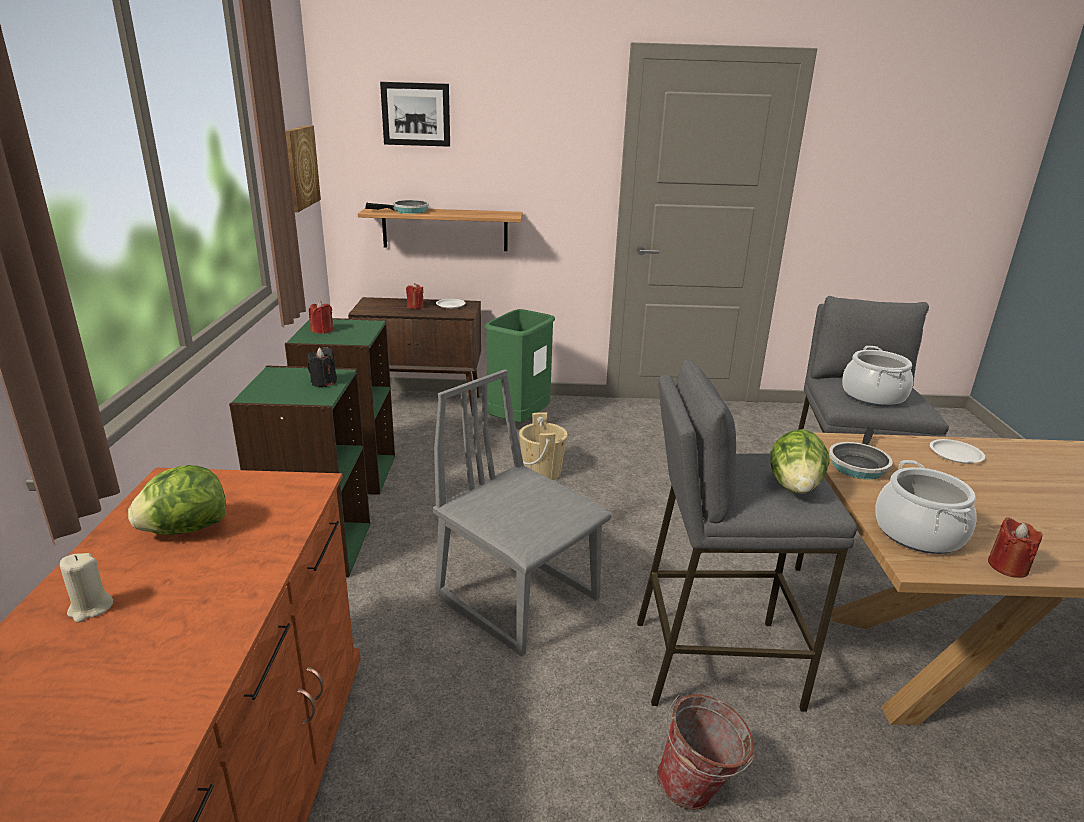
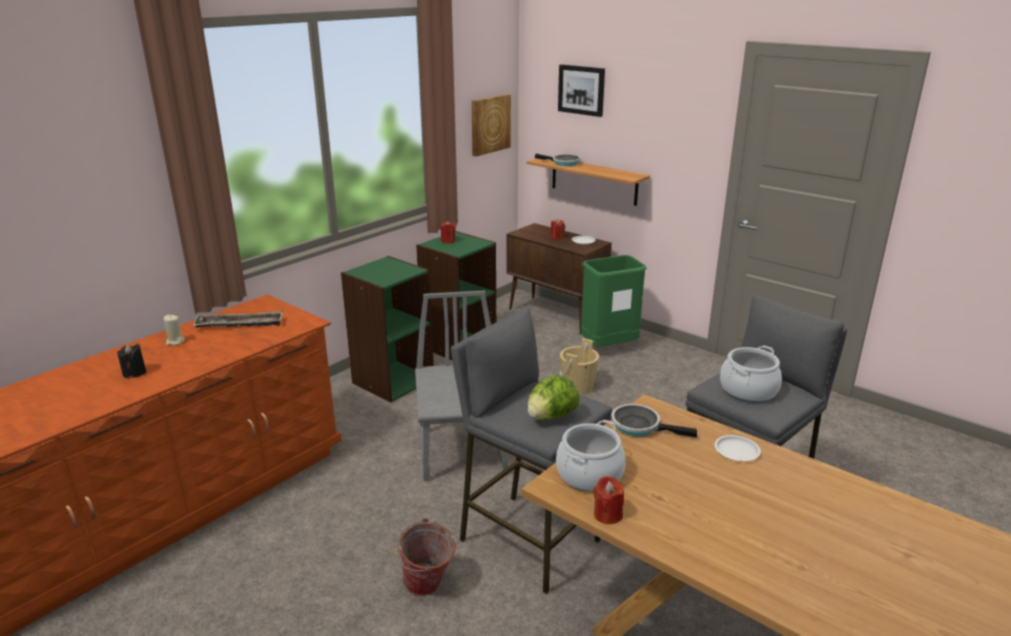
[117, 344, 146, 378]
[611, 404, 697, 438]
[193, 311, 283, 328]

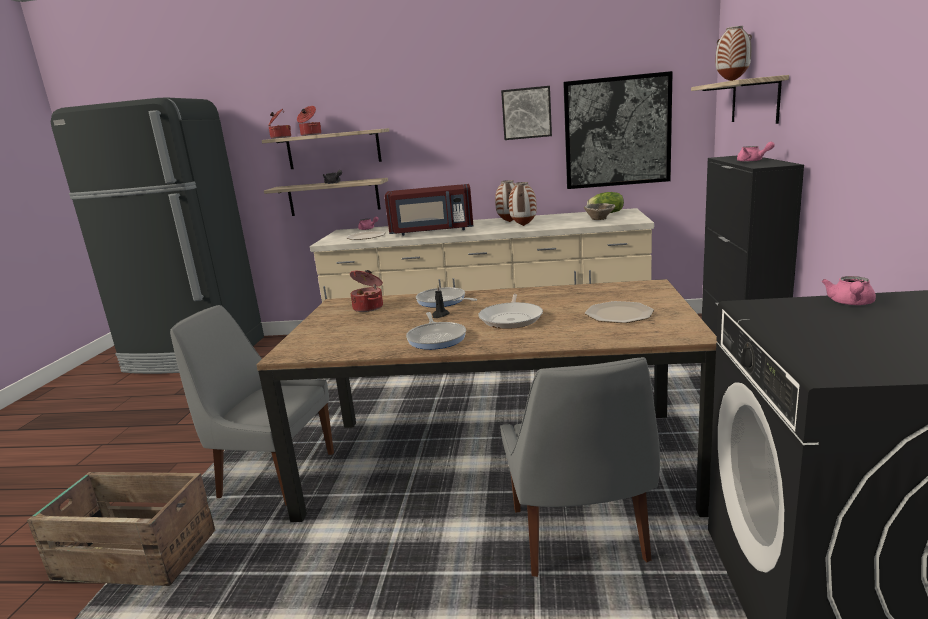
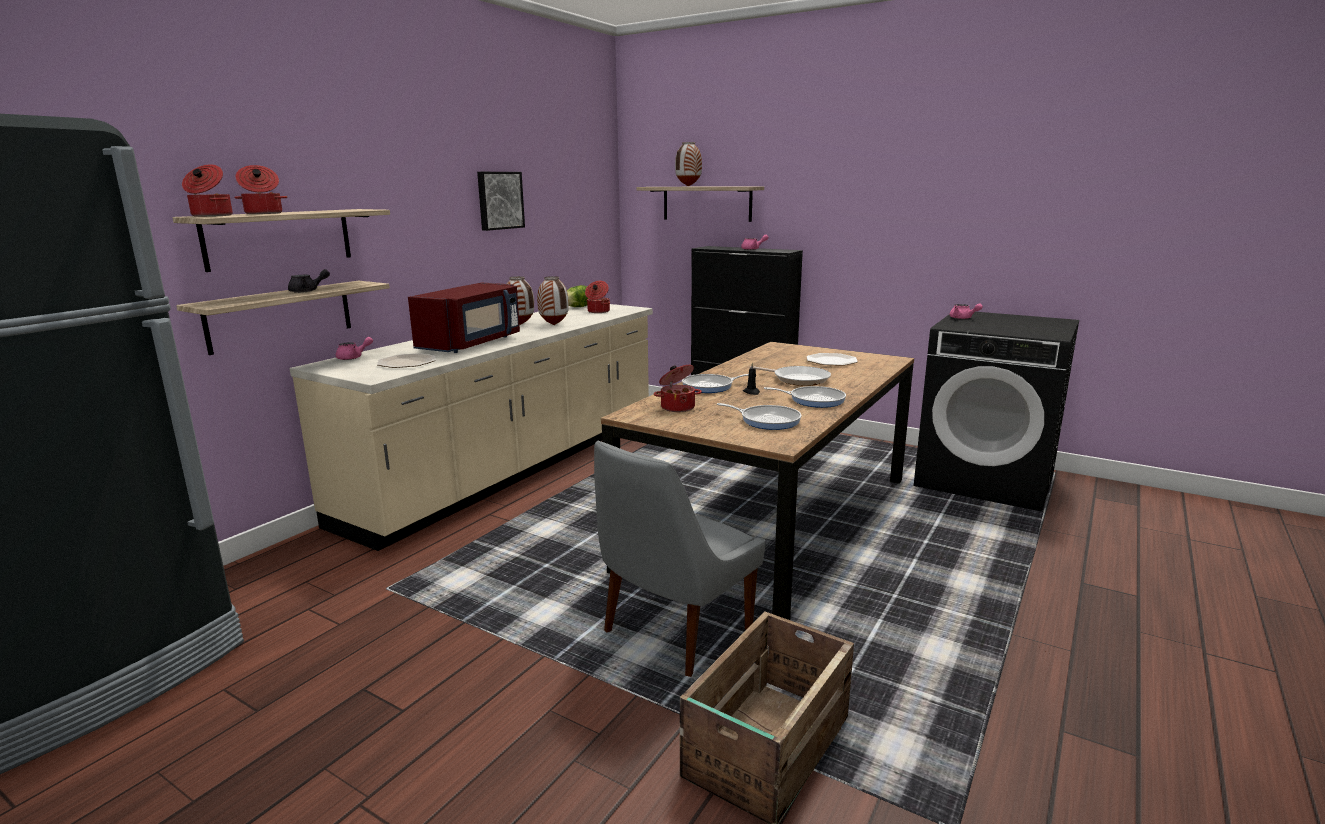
[563, 71, 673, 189] (first image)
[585, 281, 610, 313]
[500, 357, 660, 577] (first image)
[717, 403, 801, 430]

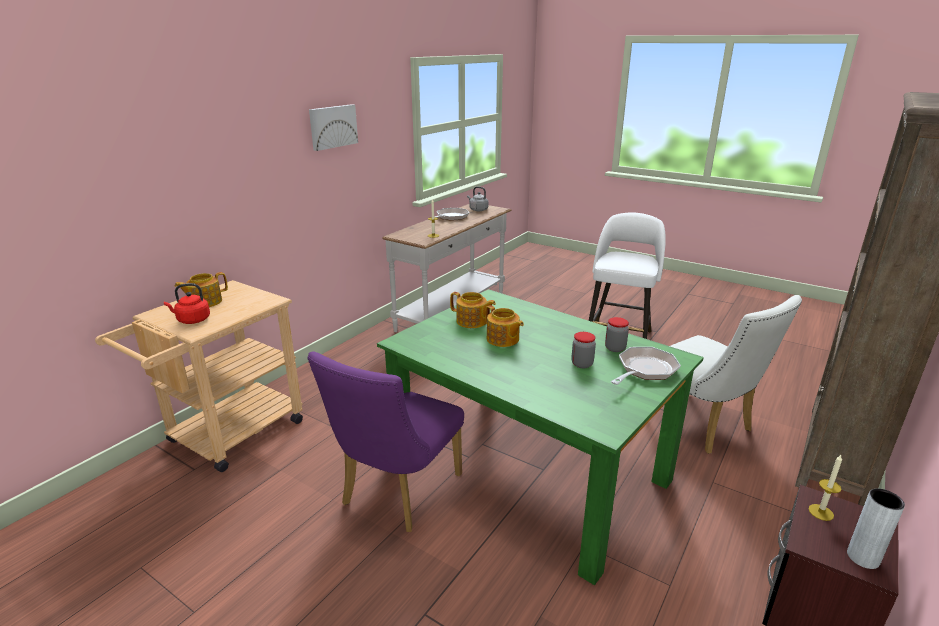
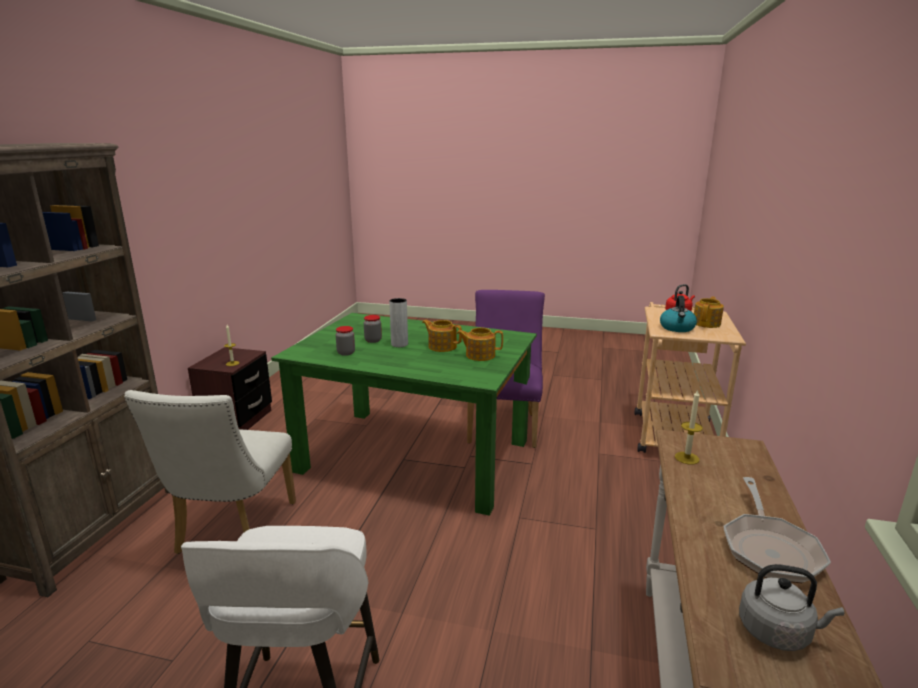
[309, 104, 358, 151] (first image)
[124, 390, 296, 554]
[611, 347, 681, 385] (first image)
[389, 298, 408, 347]
[660, 295, 697, 332]

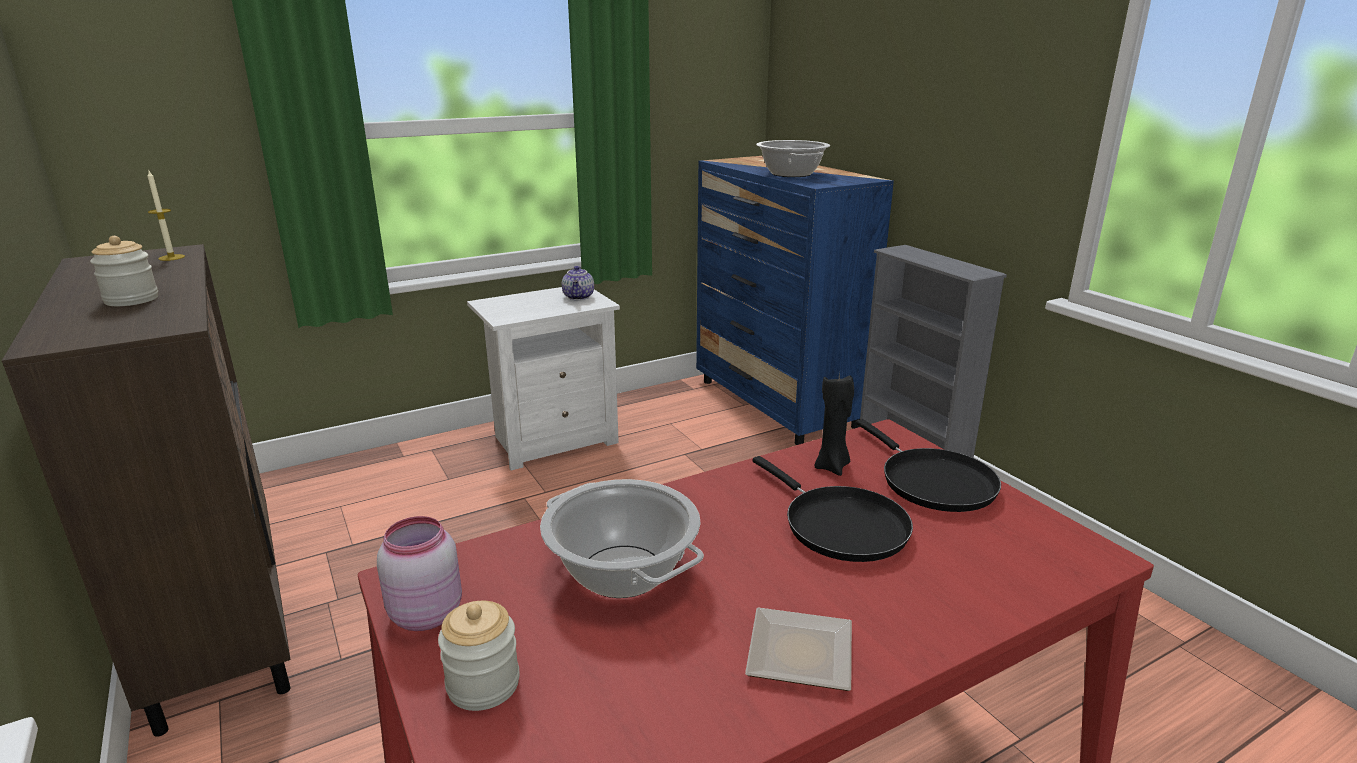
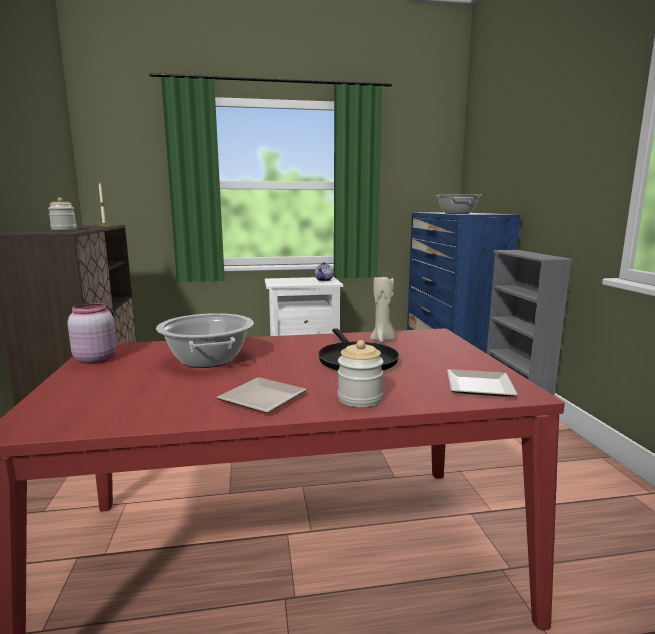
[370, 277, 396, 343]
[856, 419, 1001, 512] (first image)
[338, 340, 384, 407]
[447, 369, 518, 397]

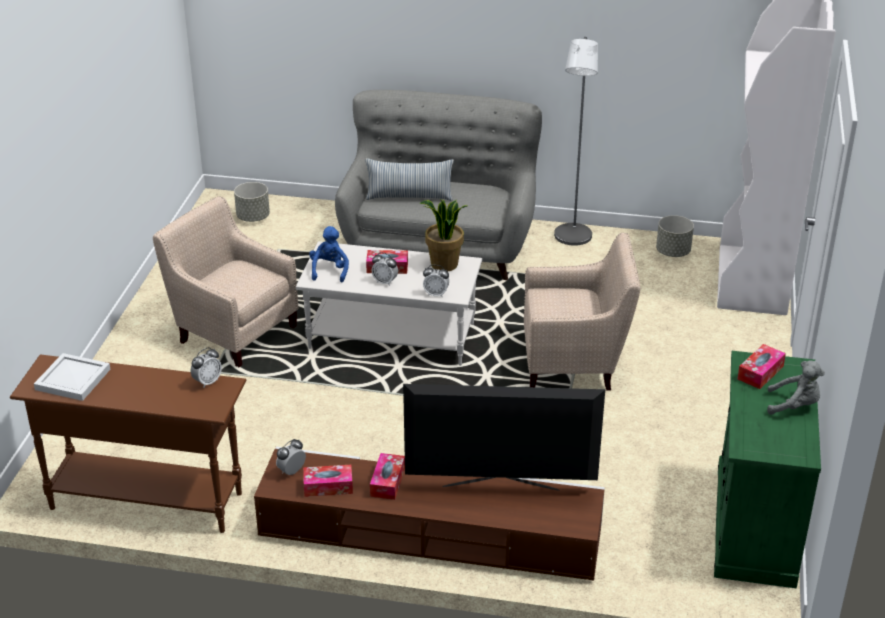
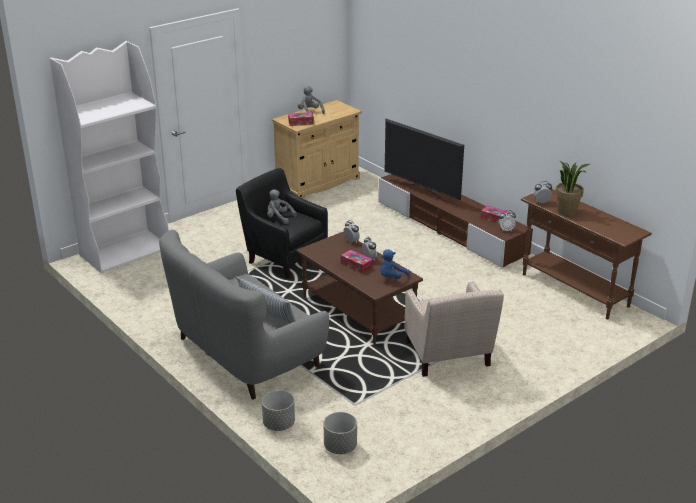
[554, 37, 598, 246] (first image)
[555, 161, 590, 216]
[262, 390, 295, 431]
[236, 168, 328, 278]
[296, 232, 423, 345]
[272, 100, 362, 198]
[34, 353, 111, 401] (first image)
[370, 453, 405, 500] (first image)
[267, 189, 296, 224]

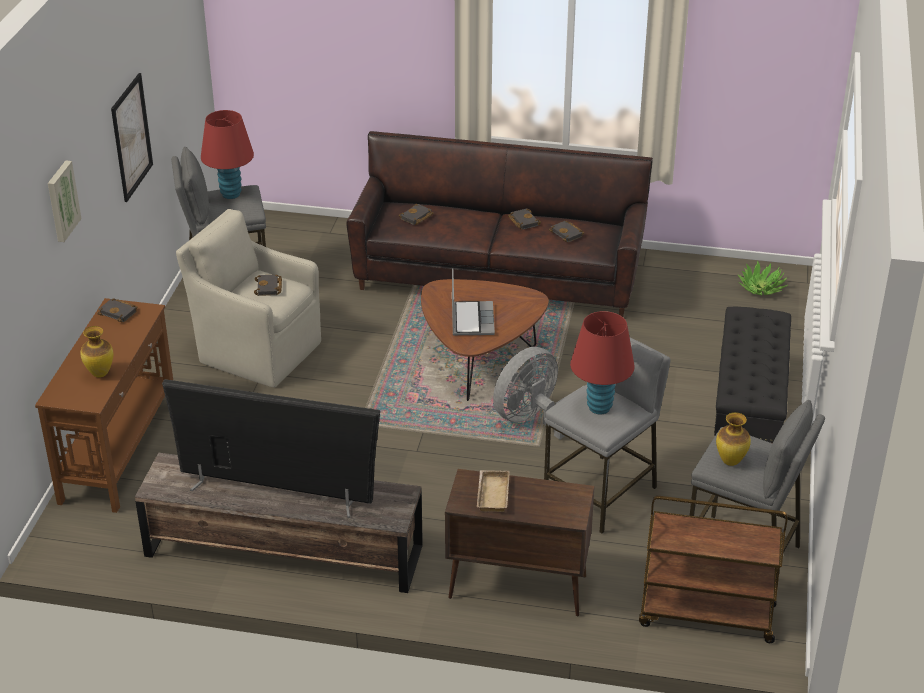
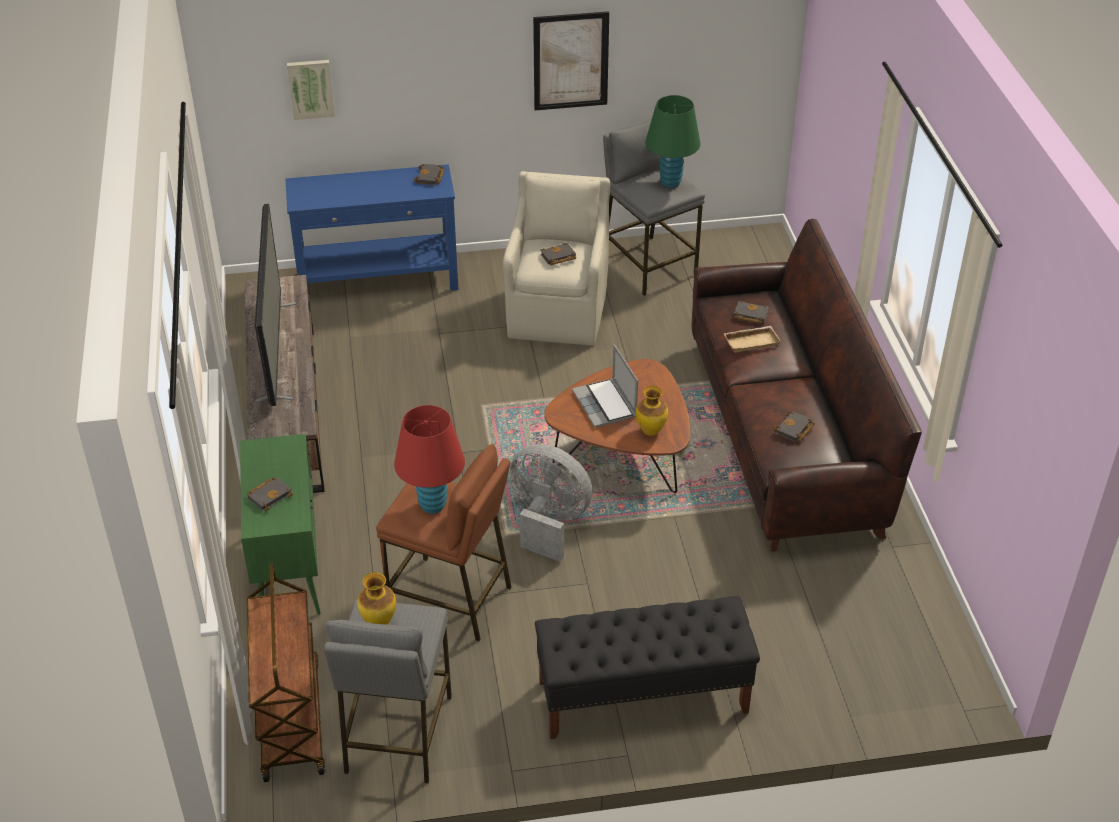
[645, 95, 700, 188]
[287, 60, 335, 120]
[247, 477, 293, 511]
[738, 260, 787, 295] (first image)
[572, 344, 638, 428]
[285, 164, 458, 291]
[636, 386, 668, 436]
[376, 444, 511, 641]
[240, 434, 321, 615]
[723, 326, 781, 353]

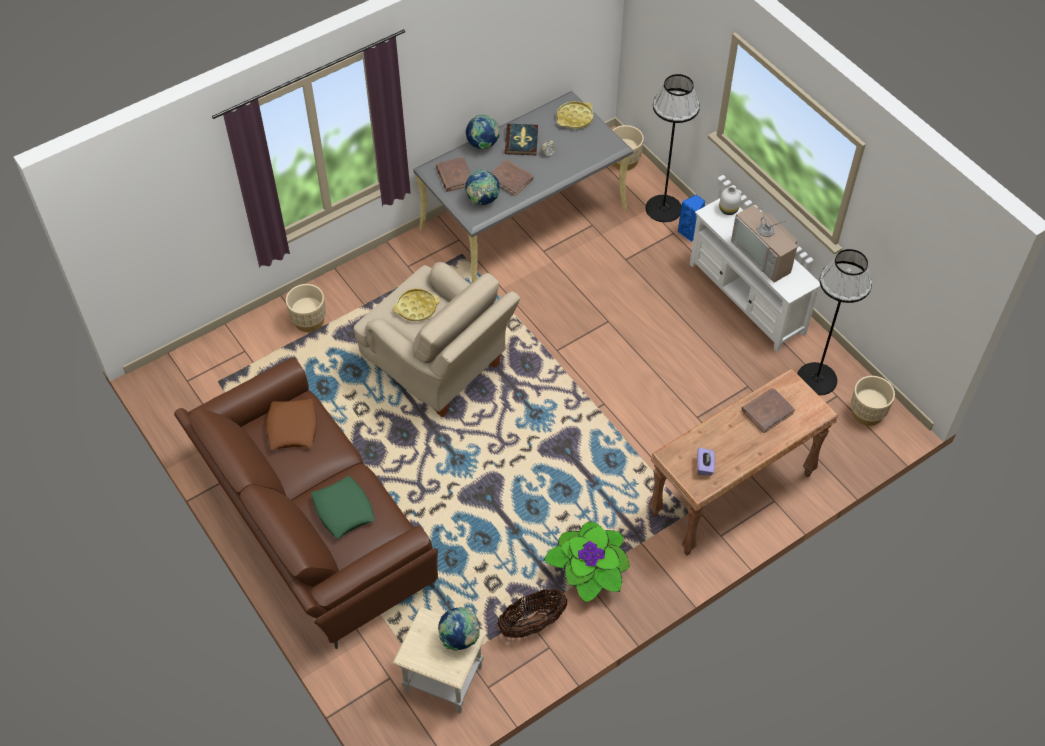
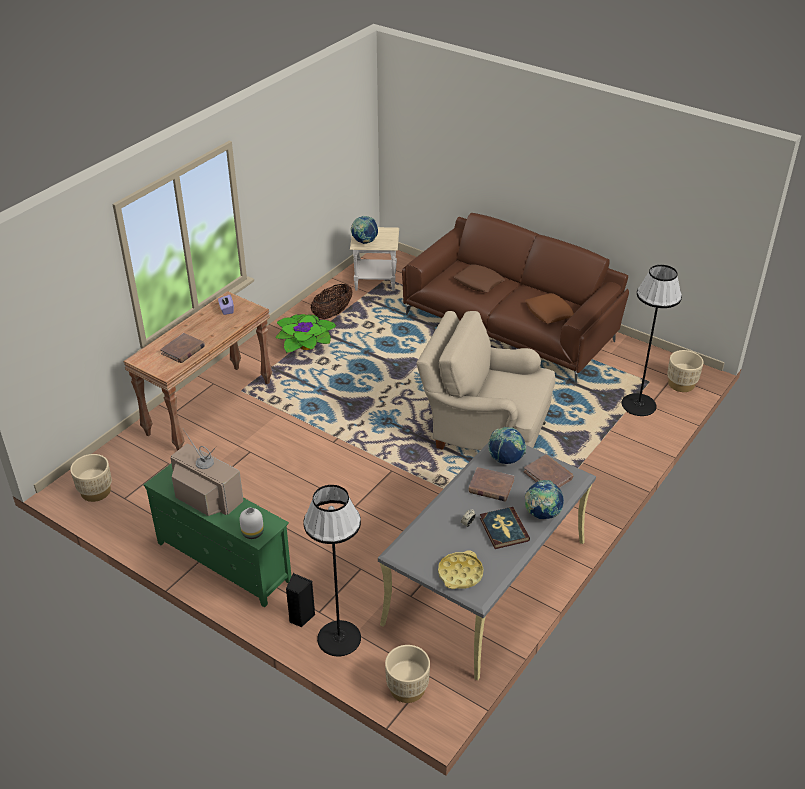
[286, 573, 315, 627]
[143, 464, 292, 607]
[622, 265, 682, 416]
[667, 350, 704, 392]
[393, 289, 440, 321] (first image)
[453, 264, 505, 292]

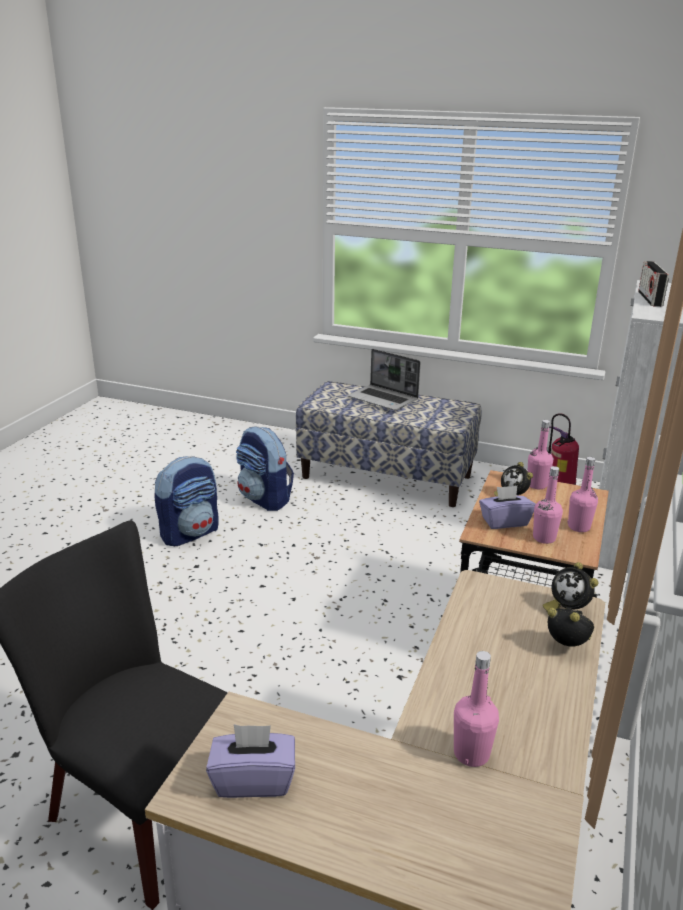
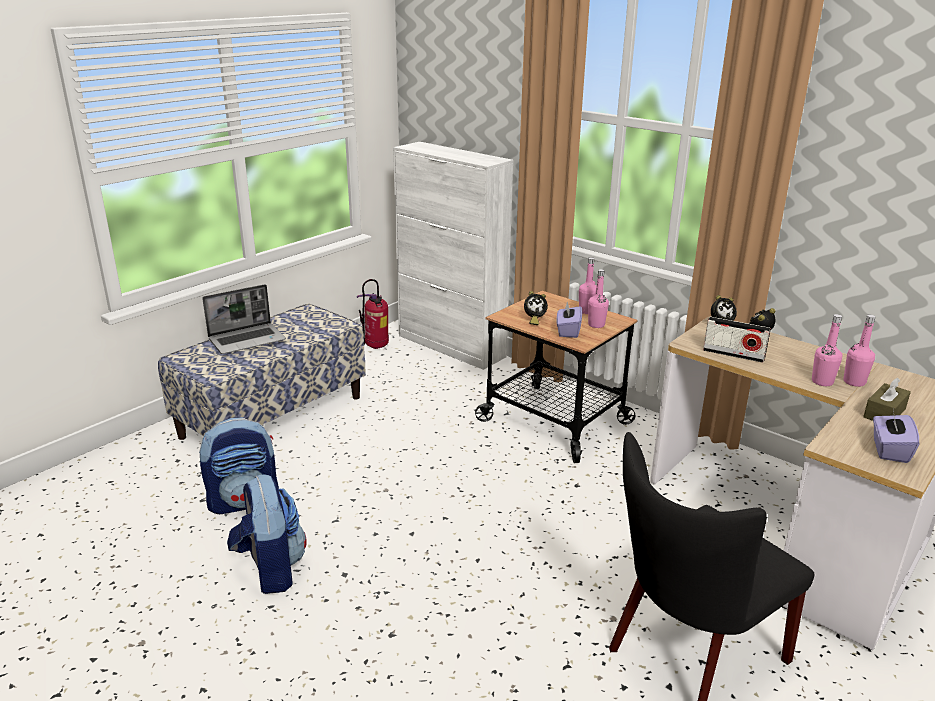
[703, 317, 771, 363]
[812, 314, 842, 386]
[863, 378, 911, 421]

